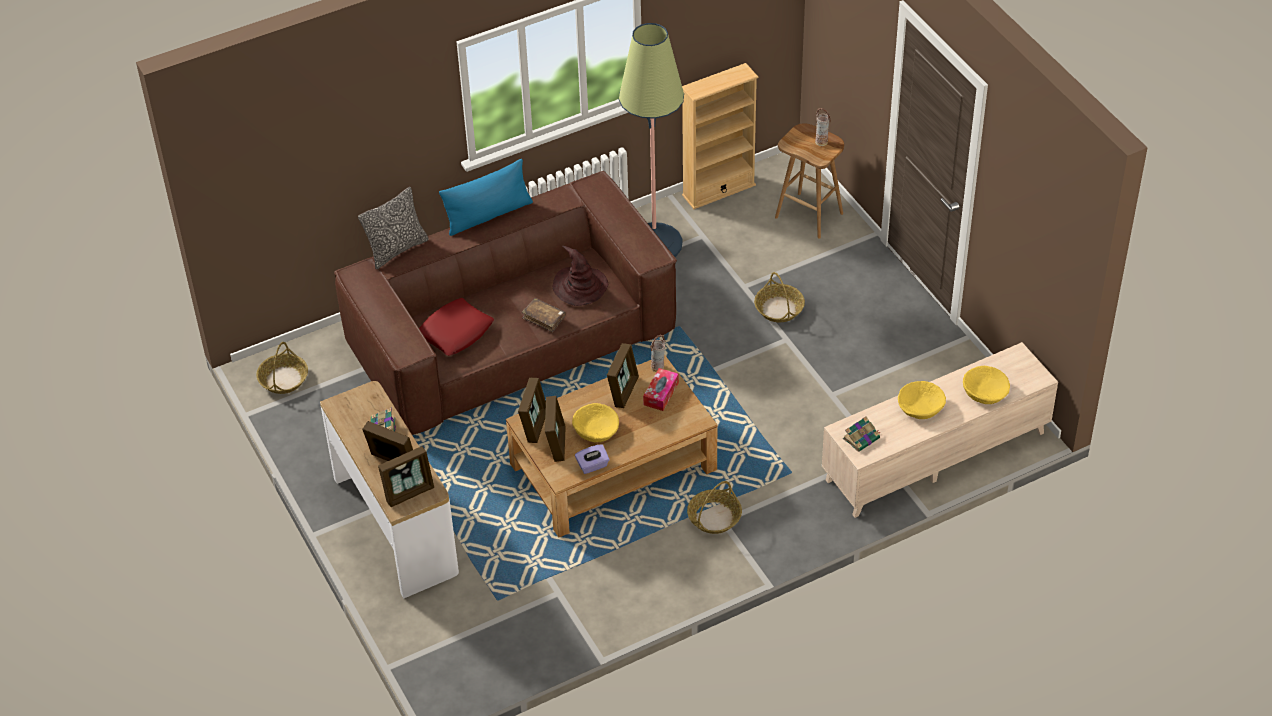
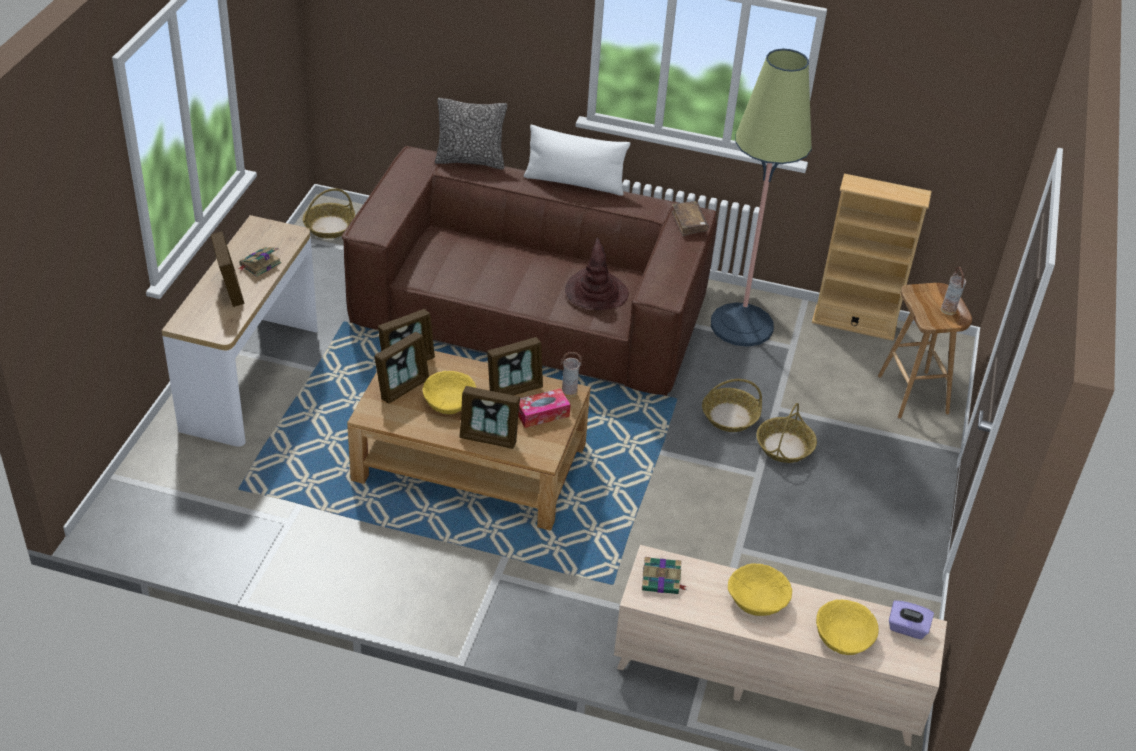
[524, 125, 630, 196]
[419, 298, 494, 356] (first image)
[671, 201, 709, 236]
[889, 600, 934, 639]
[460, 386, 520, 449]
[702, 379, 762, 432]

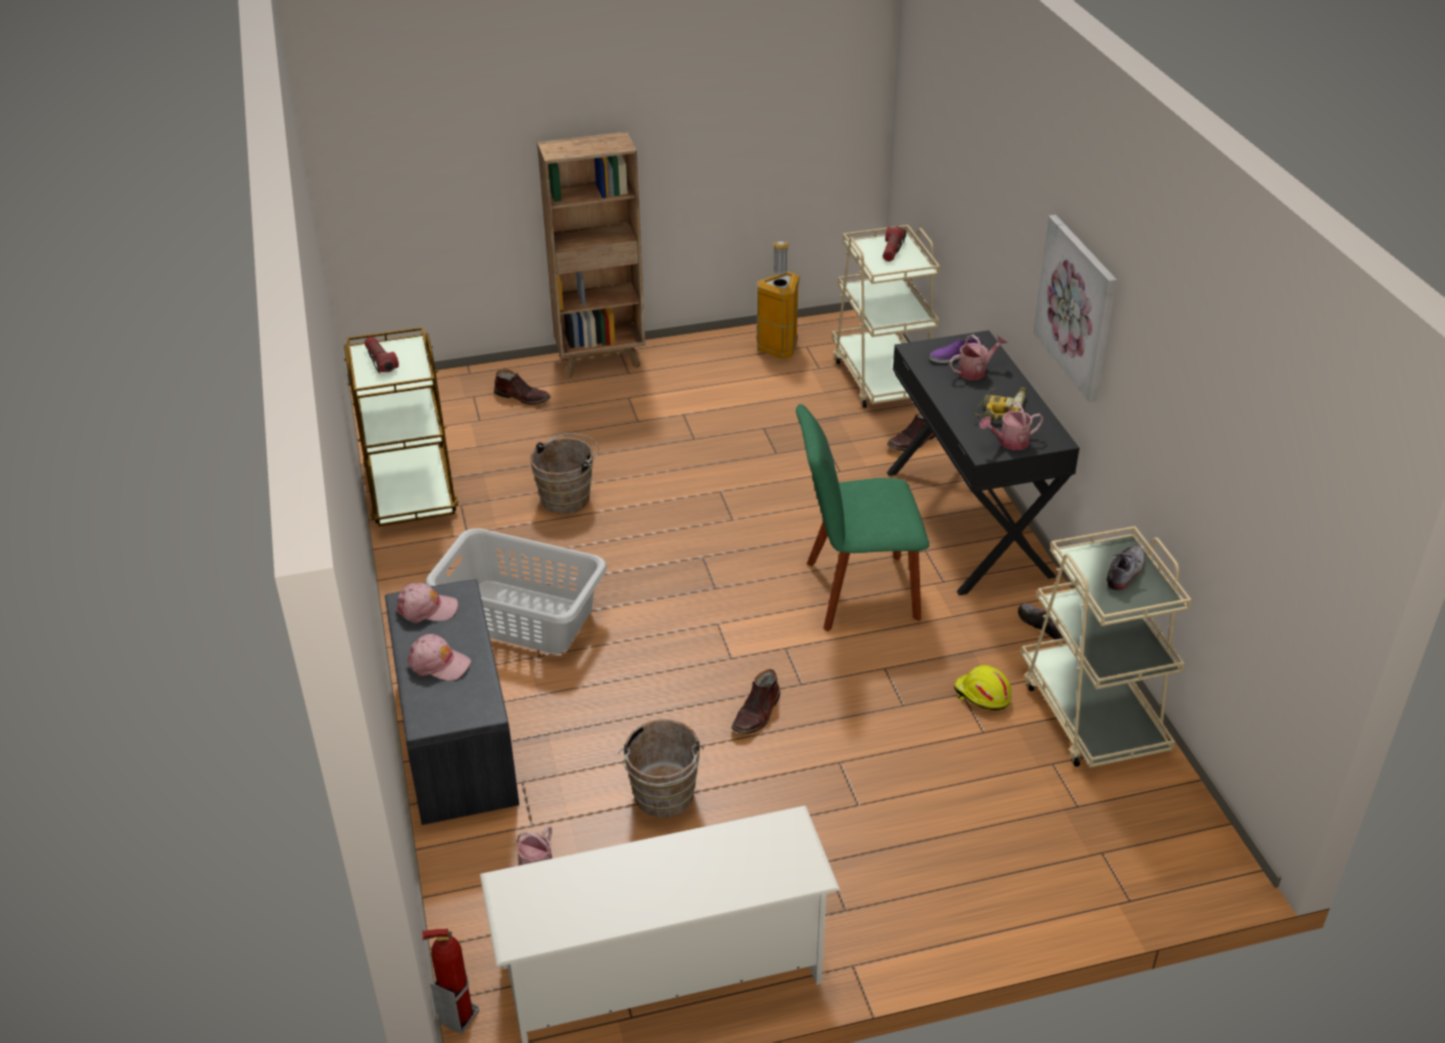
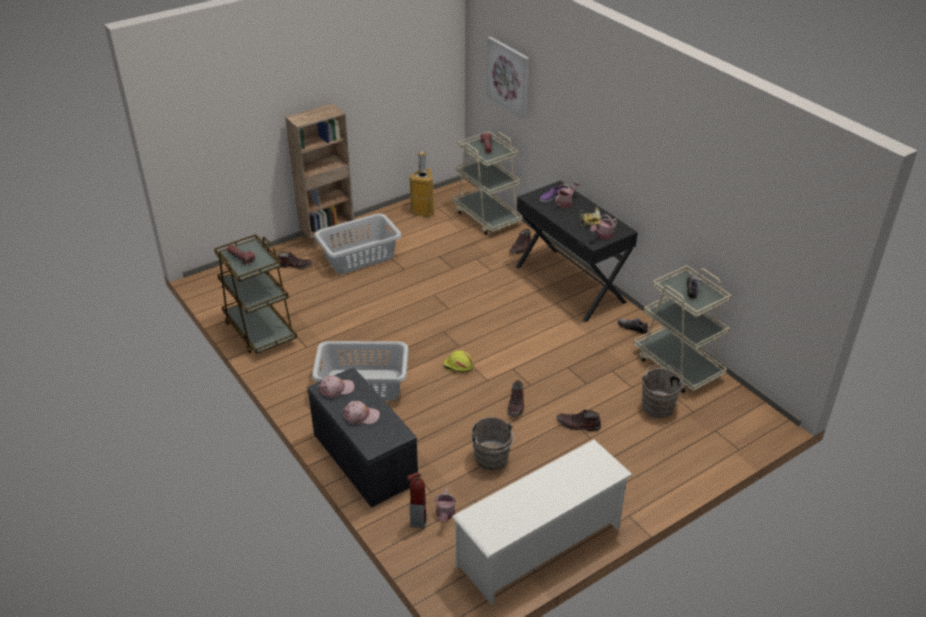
[486, 36, 529, 119]
[796, 404, 929, 631] (first image)
[641, 364, 685, 418]
[443, 350, 474, 373]
[407, 473, 428, 528]
[314, 213, 402, 274]
[556, 409, 601, 431]

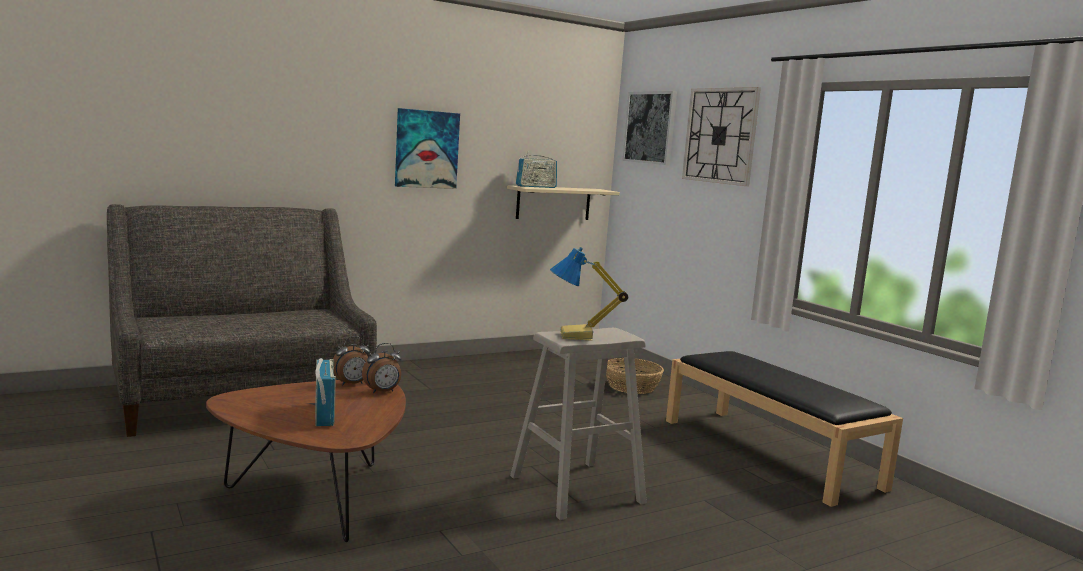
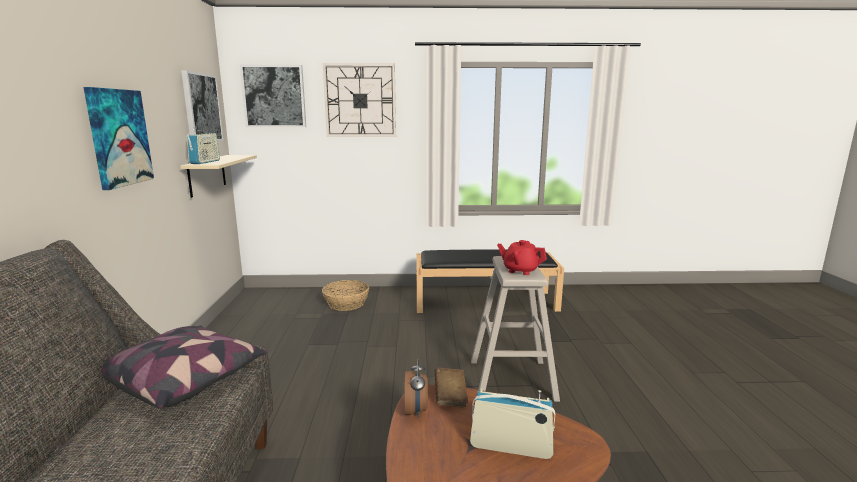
[497, 240, 547, 275]
[435, 367, 468, 407]
[181, 70, 224, 141]
[102, 326, 268, 409]

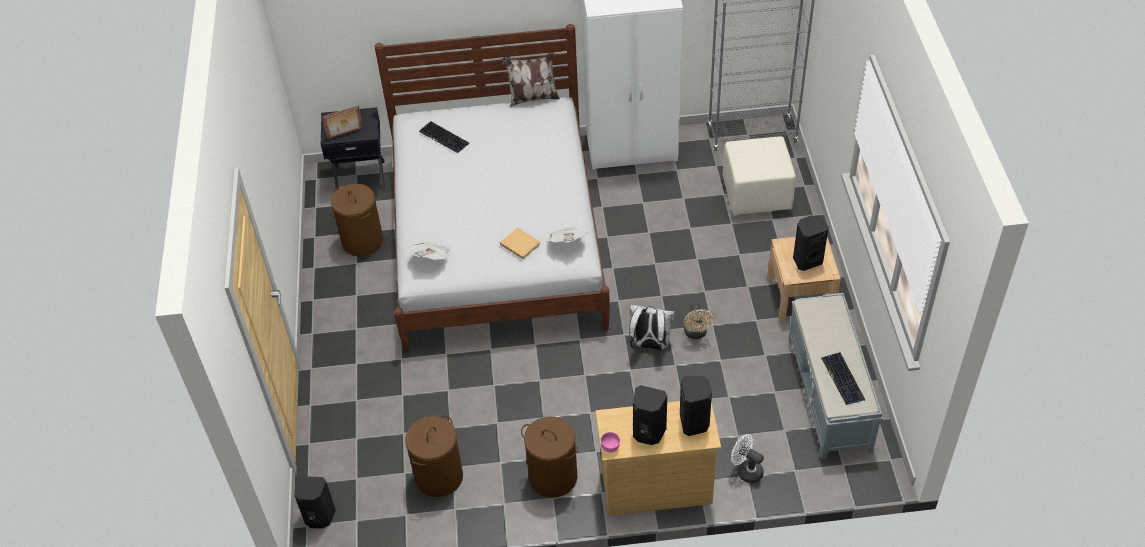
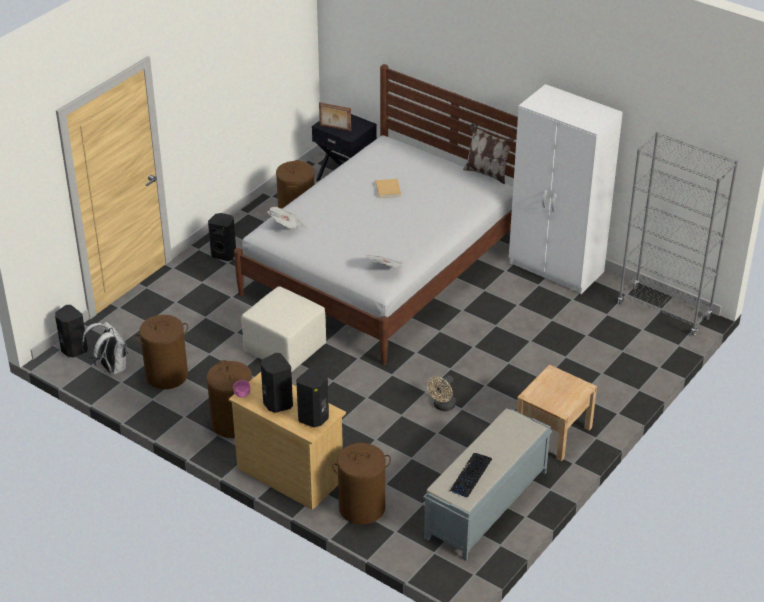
[419, 121, 469, 153] (first image)
[241, 286, 326, 372]
[208, 213, 236, 261]
[376, 179, 401, 198]
[82, 322, 129, 376]
[332, 443, 391, 525]

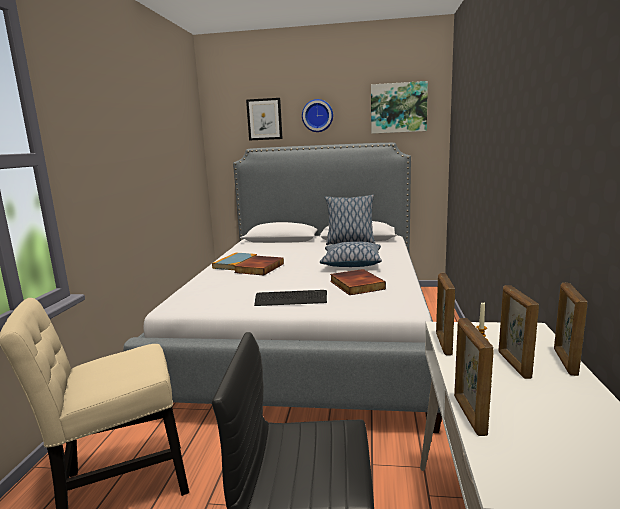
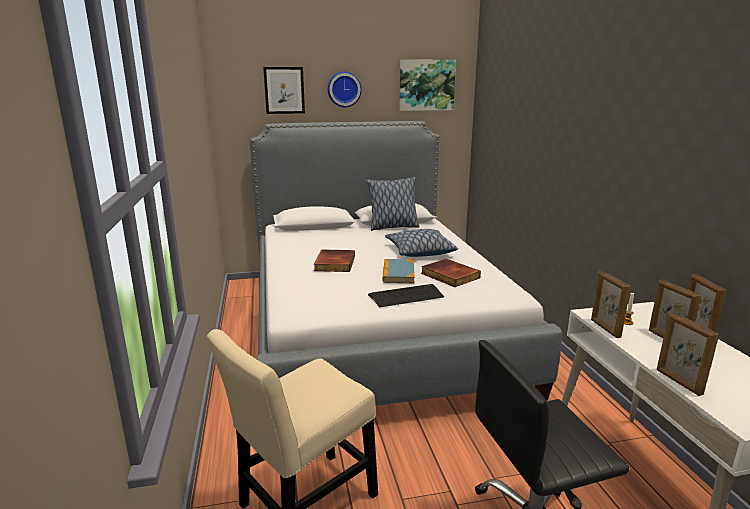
[383, 259, 415, 283]

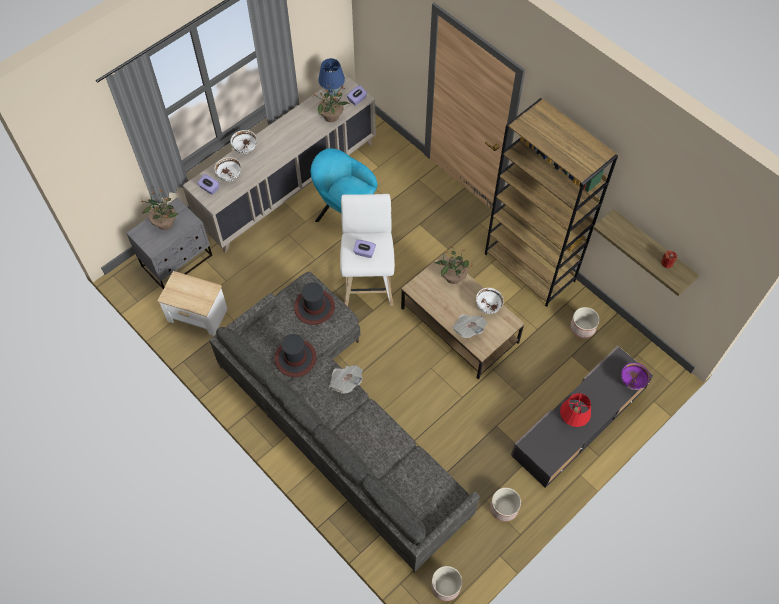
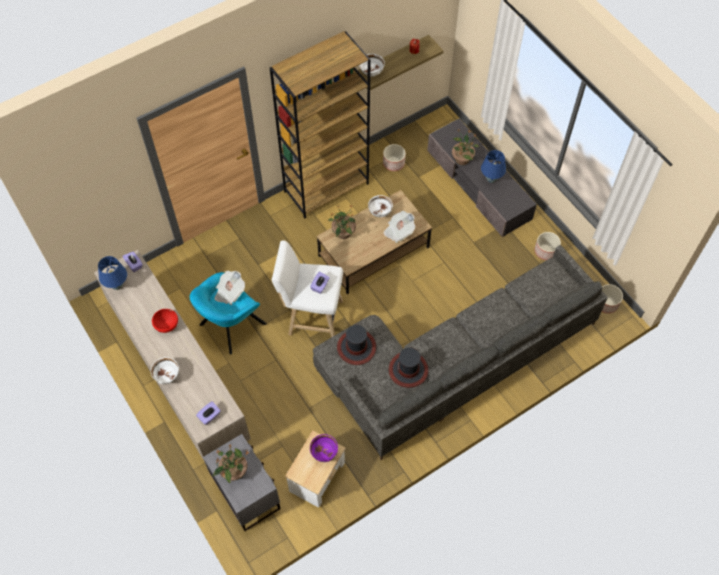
[452, 130, 479, 165]
[359, 54, 385, 77]
[310, 434, 338, 462]
[215, 271, 245, 305]
[481, 150, 506, 183]
[152, 309, 178, 333]

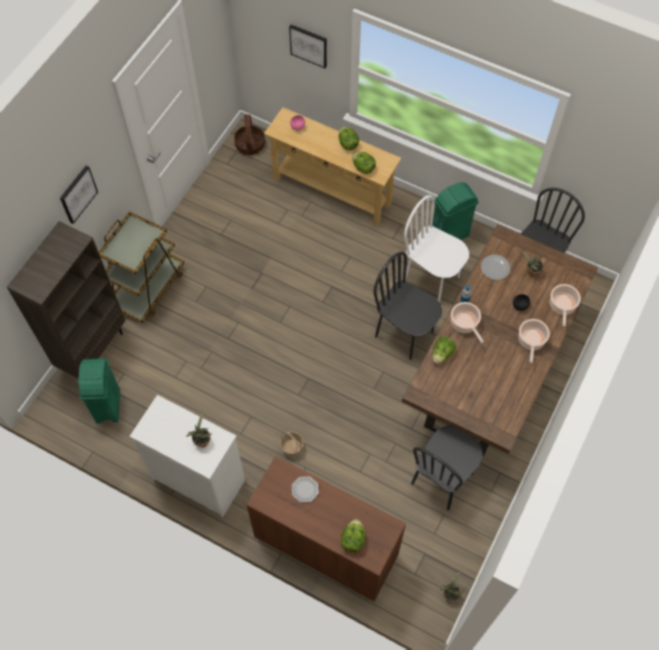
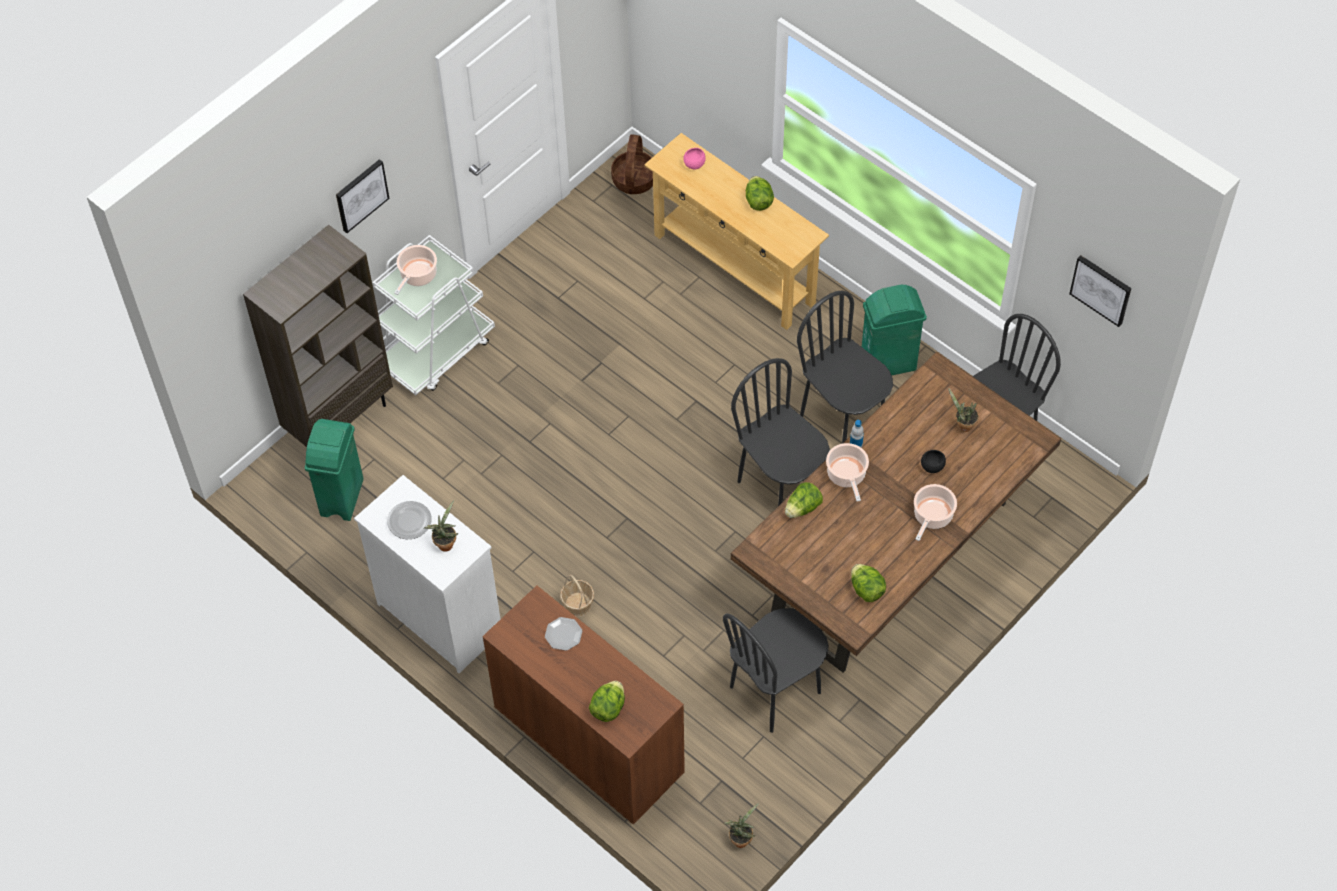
[1069, 255, 1131, 327]
[851, 564, 886, 602]
[797, 290, 893, 443]
[373, 235, 495, 395]
[387, 501, 432, 539]
[394, 245, 437, 295]

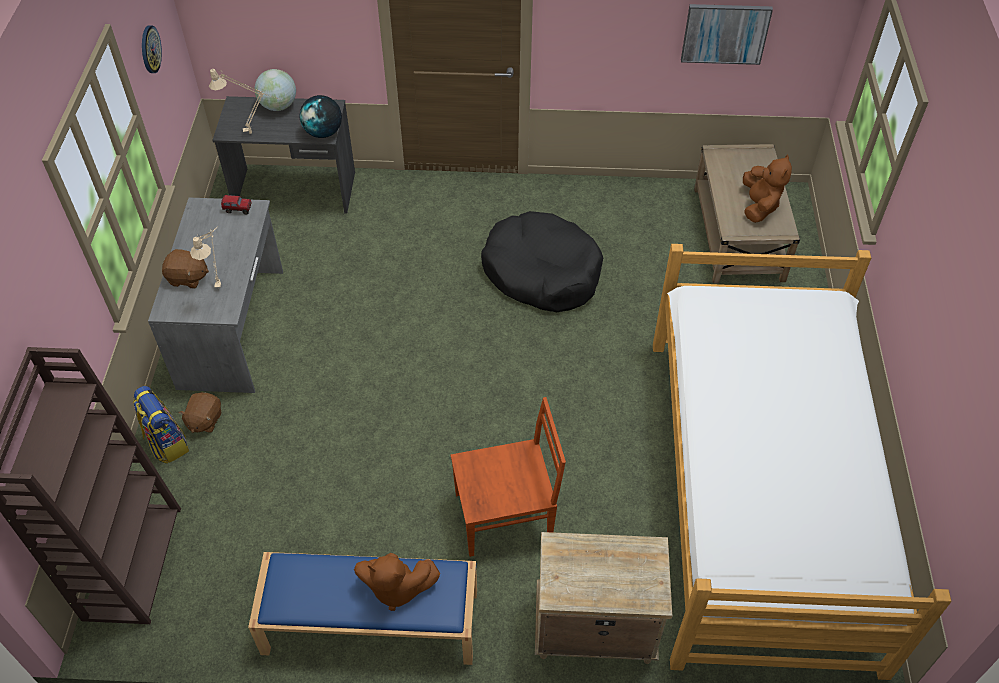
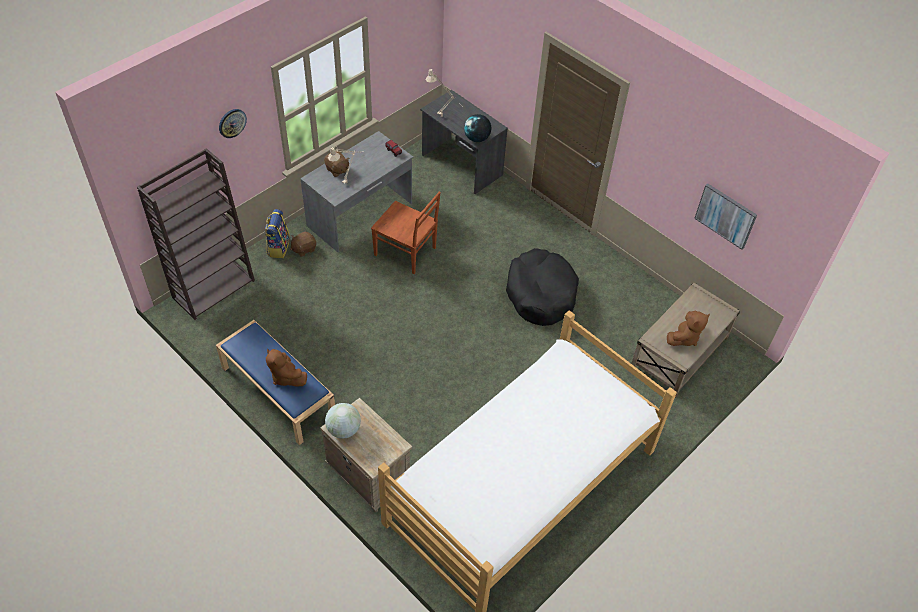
[219, 109, 247, 138]
[325, 403, 361, 439]
[371, 192, 441, 274]

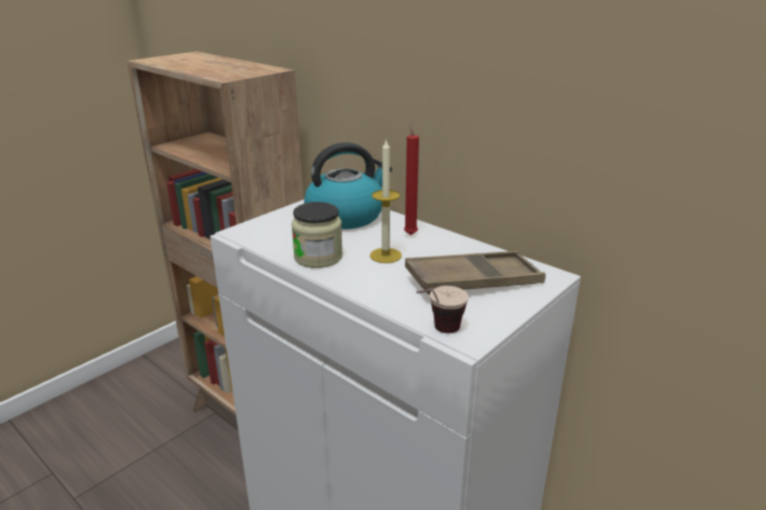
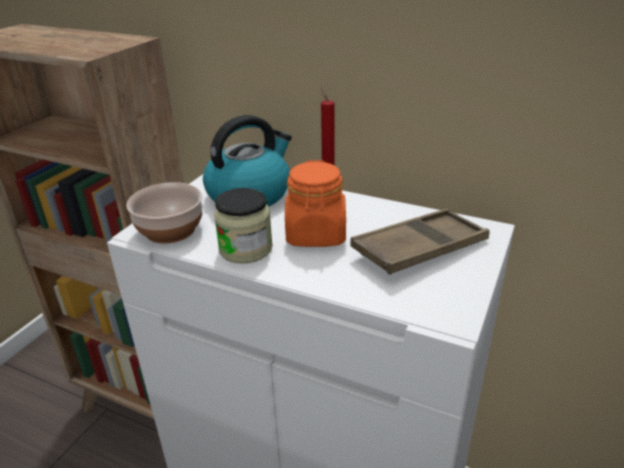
[285, 160, 346, 247]
[416, 286, 468, 333] (first image)
[126, 182, 202, 244]

